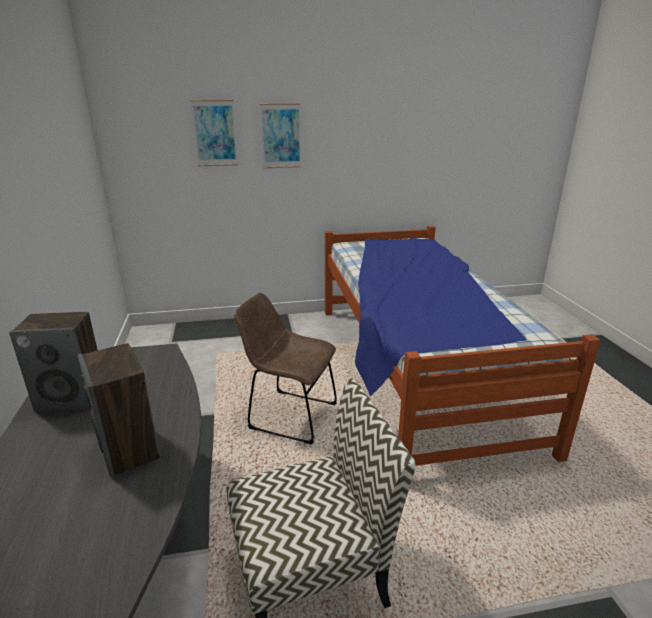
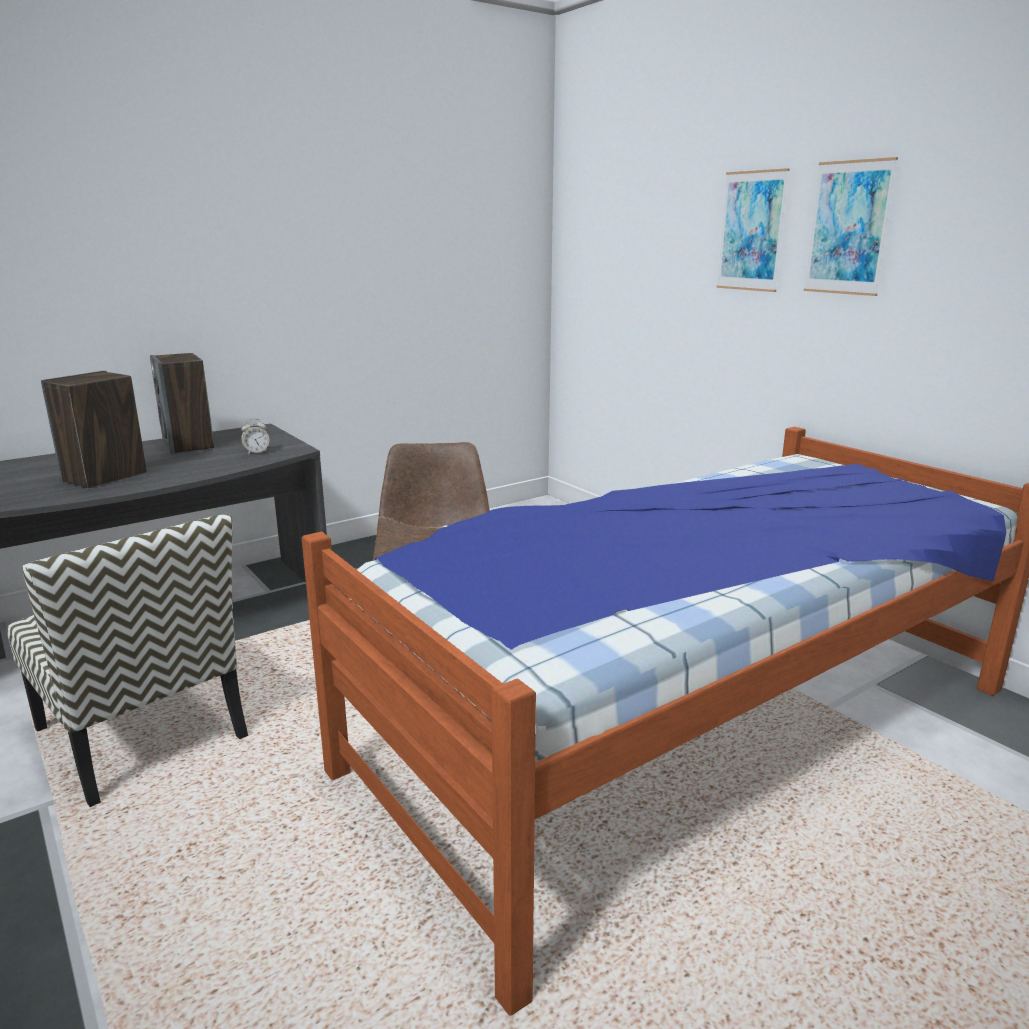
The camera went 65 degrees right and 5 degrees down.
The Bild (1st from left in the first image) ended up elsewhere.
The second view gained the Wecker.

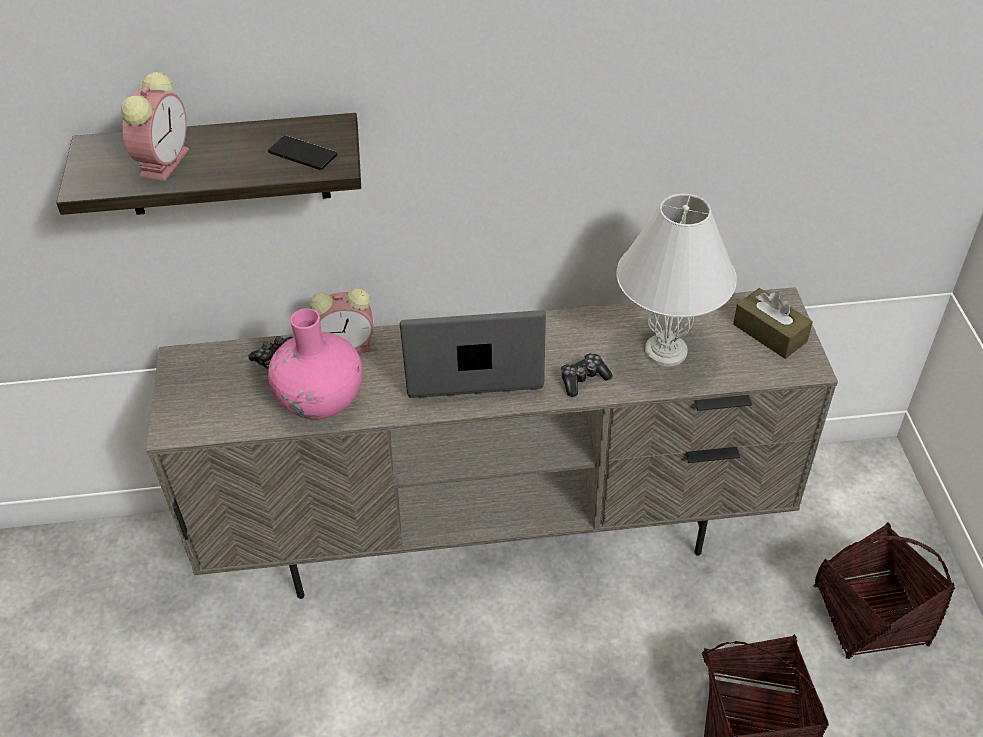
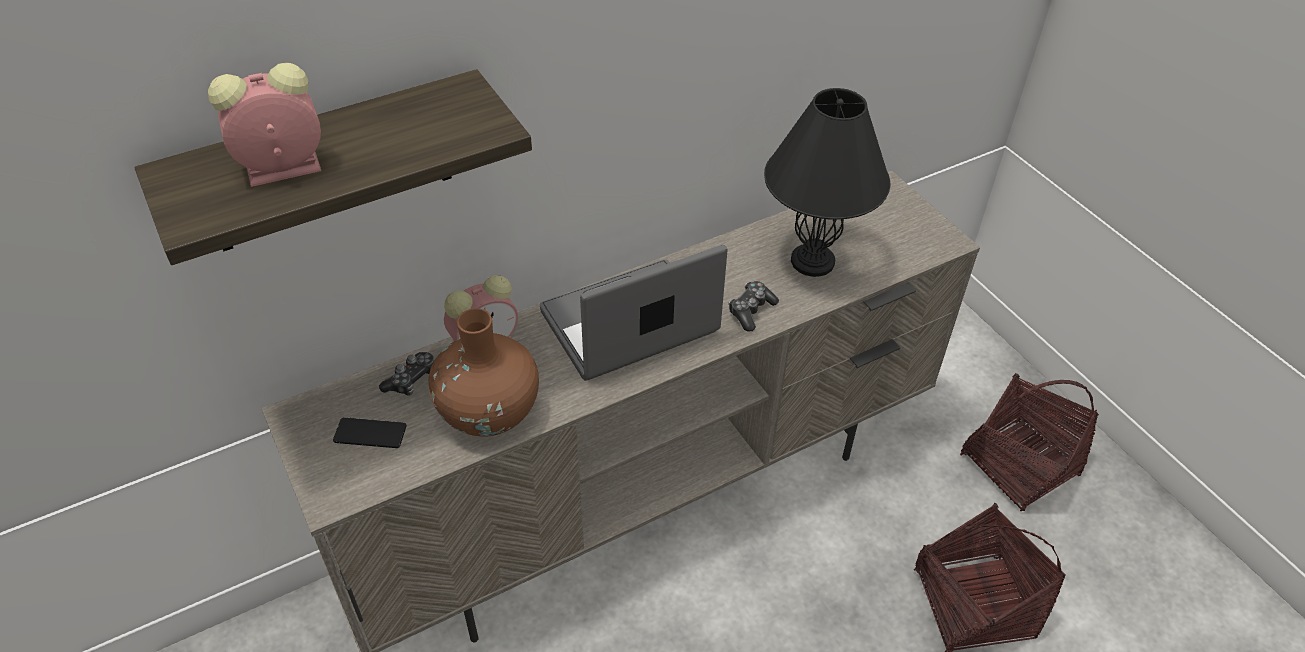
The camera went 25 degrees left and 0 degrees up.
The Wecker (1st from left) ended up facing another way, 105 degrees counterclockwise from before.
The Handy ended up elsewhere.
What was the Vase (rosa) turned into the Vase (braun).
What was the Tischlampe (weiß) turned into the Tischlampe (schwarz).
The second view lost the Taschentuchbox (braun).

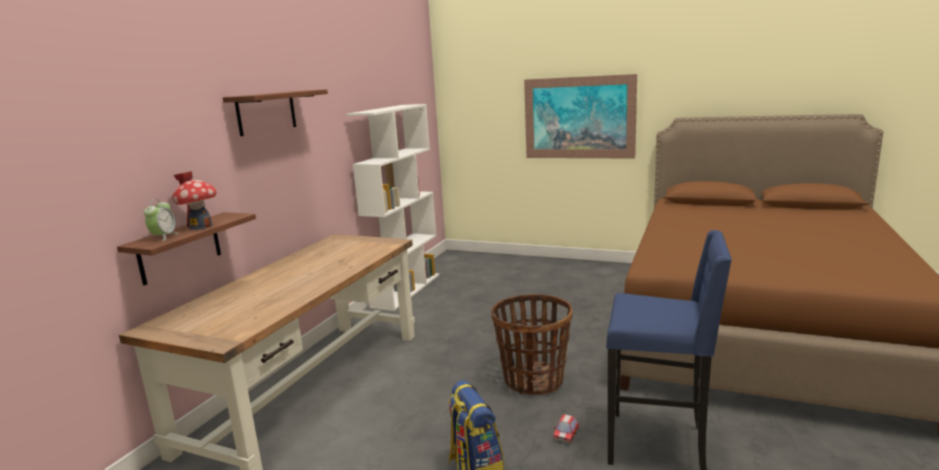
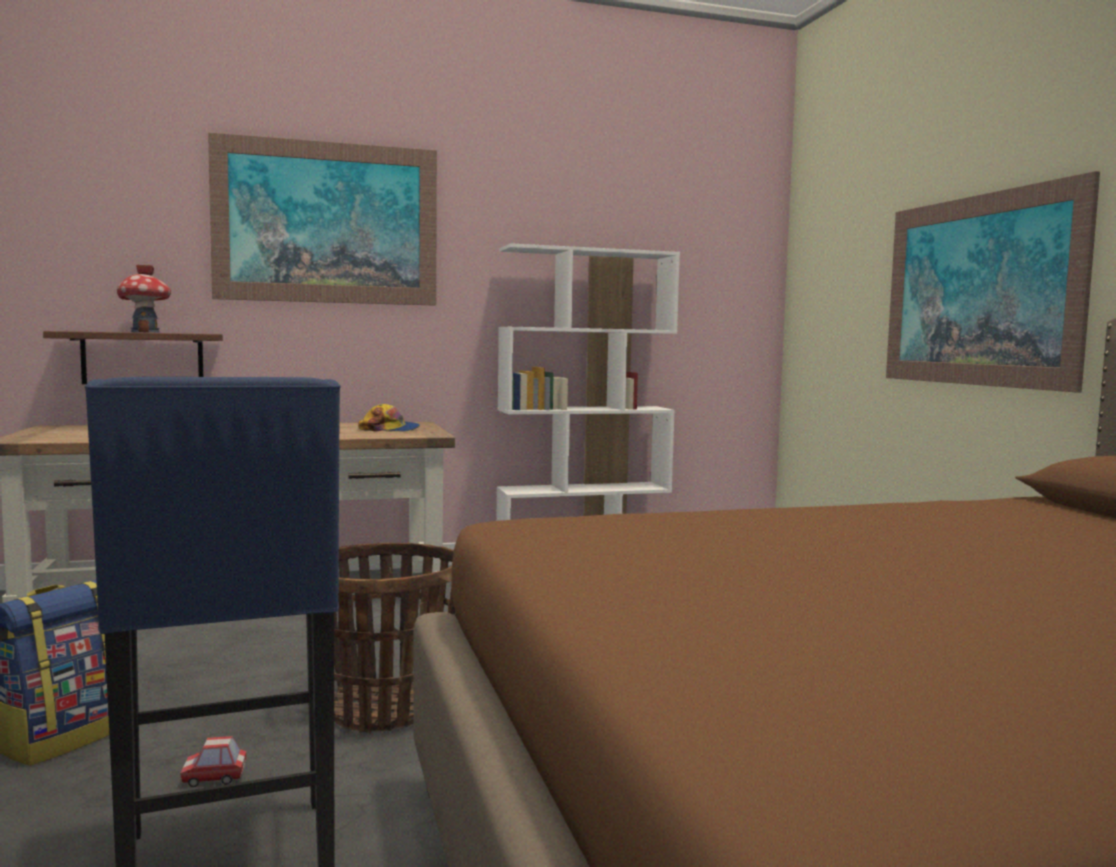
The camera went 50 degrees right and 10 degrees down.
The second view lost the Wecker.
Where the Wandregal (2nd from left) hung, the Bild (1st from left) came to hang.
The second view gained the Kappe.

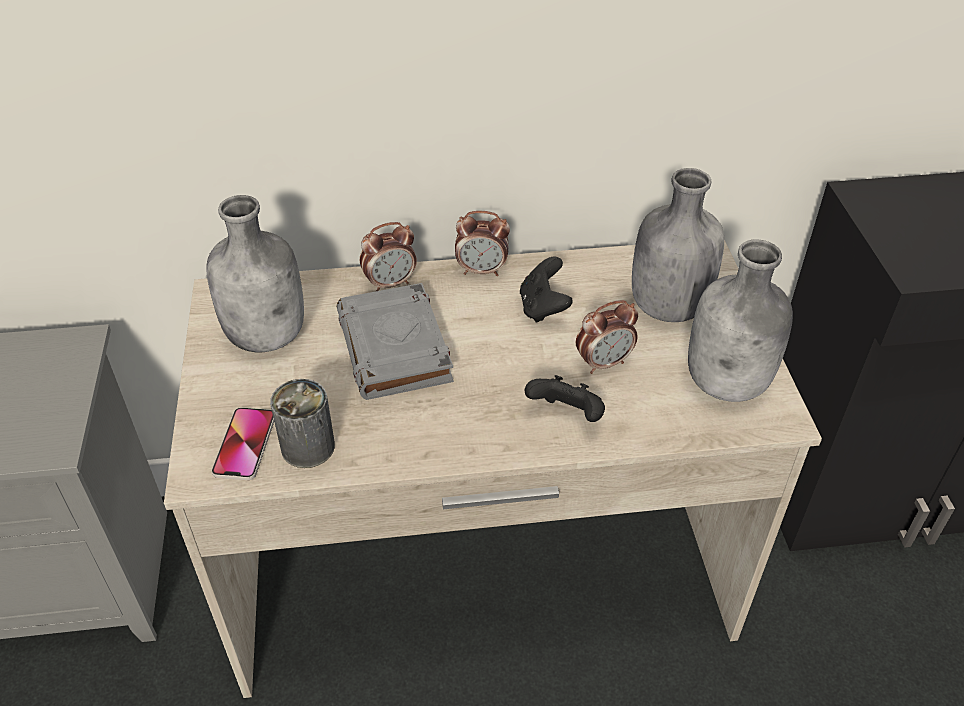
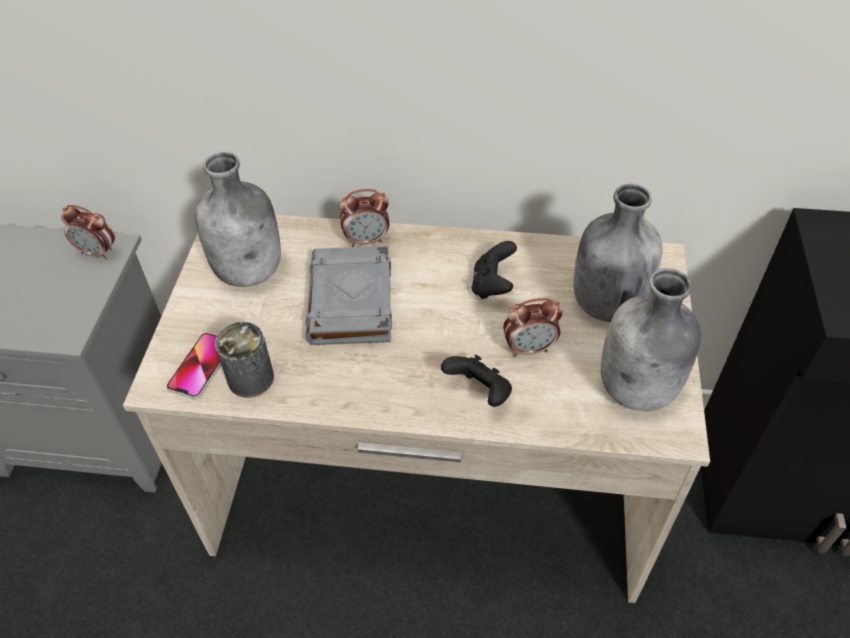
The camera went 15 degrees right and 5 degrees up.
The Wecker (2nd from left in the first image) ended up elsewhere.

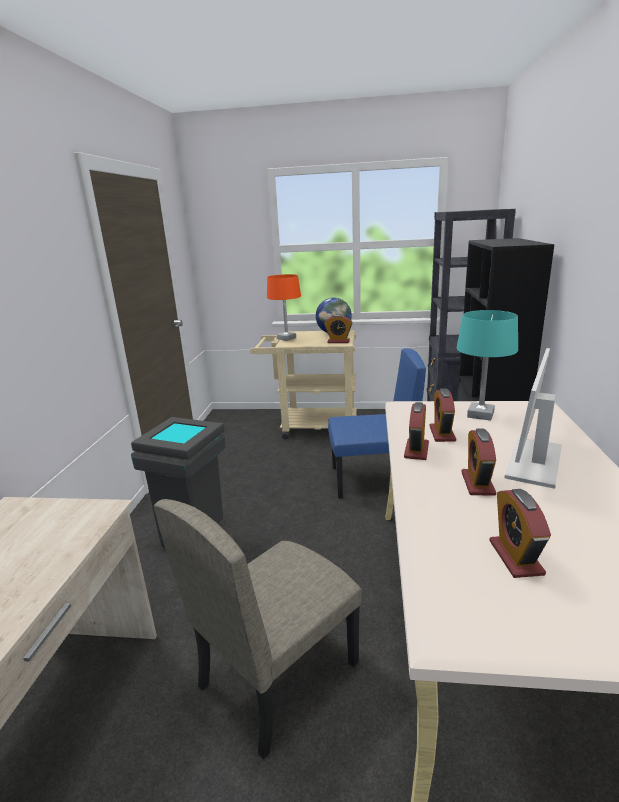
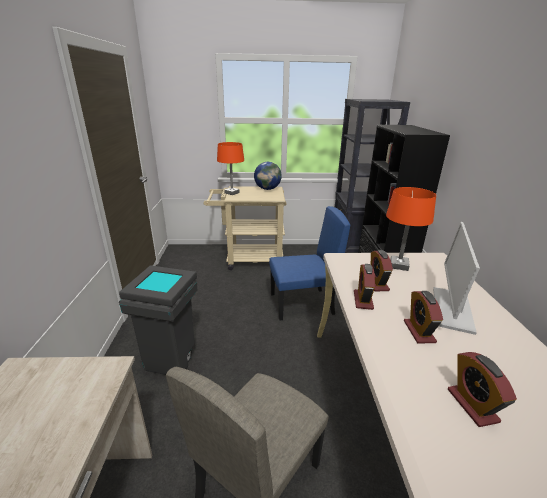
The camera went 10 degrees left and 5 degrees up.
The second view lost the Wecker (1st from left).
What was the Tischlampe (türkis) turned into the Tischlampe (orange) (2nd from left).

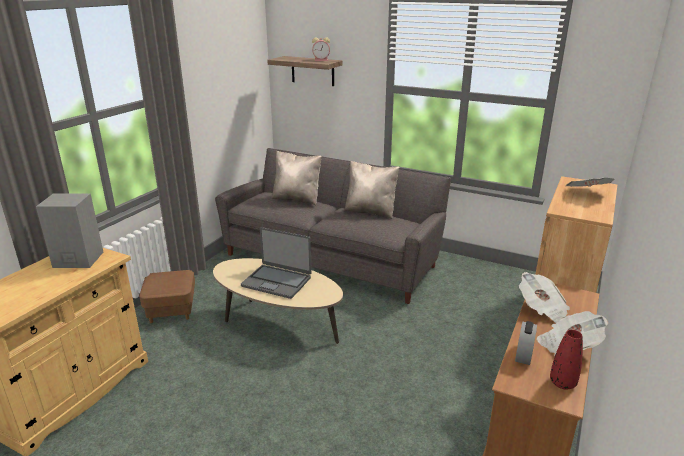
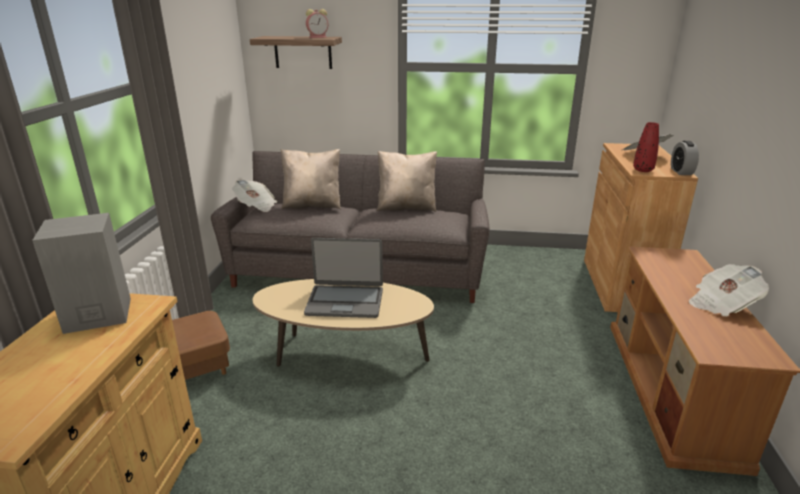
The camera went 20 degrees left and 0 degrees up.
The Wecker (2nd from left) ended up elsewhere.
The Zeitung (1st from left) ended up elsewhere.
The Vase (rot) ended up elsewhere.

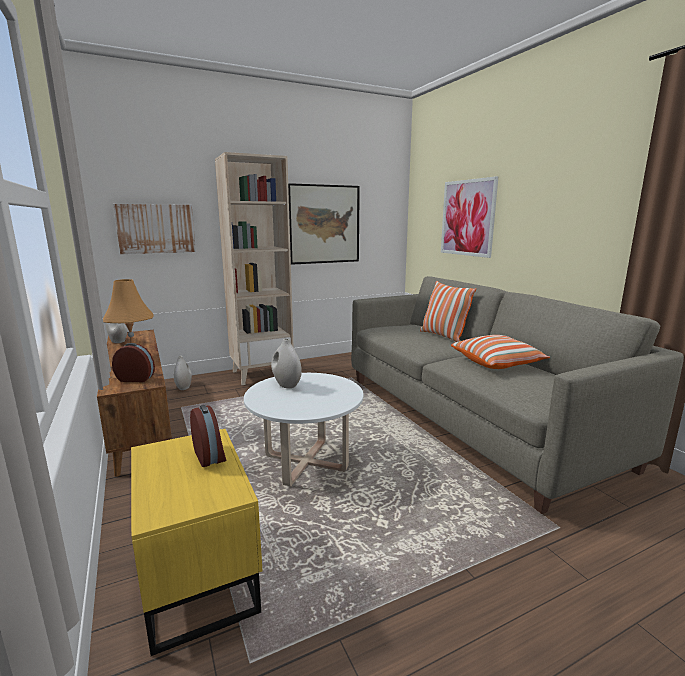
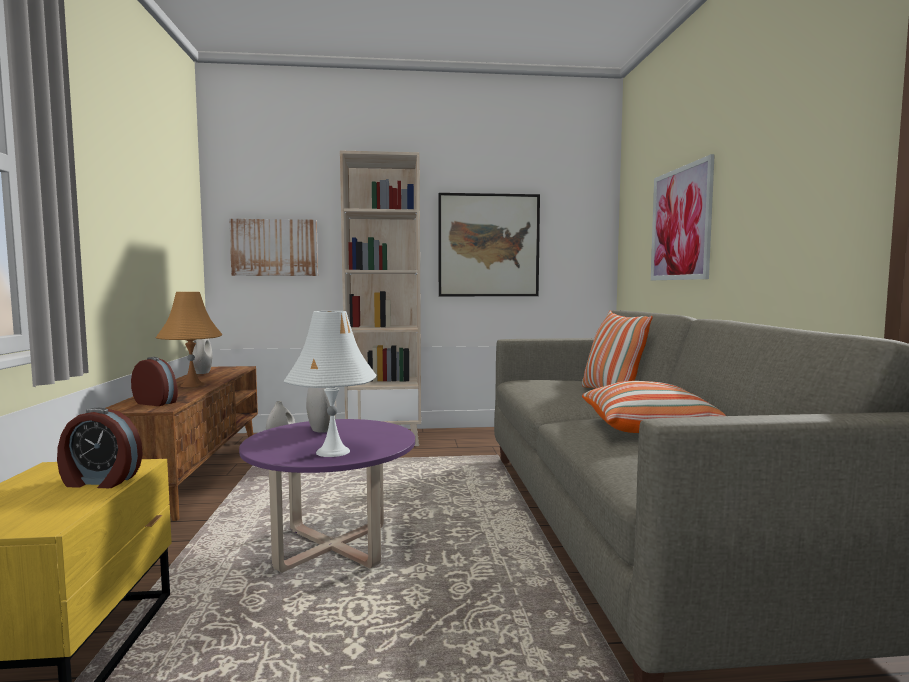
The camera went 20 degrees right and 10 degrees down.
The Wecker (2nd from left in the first image) ended up facing another way, 105 degrees clockwise from before.
What was the Couchtisch (weiß) turned into the Couchtisch (lila).
The second view gained the Tischlampe (weiß).

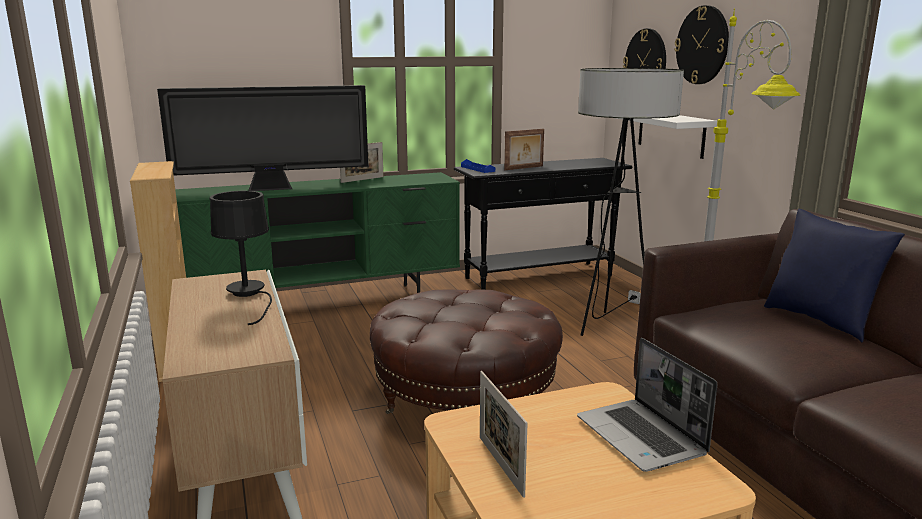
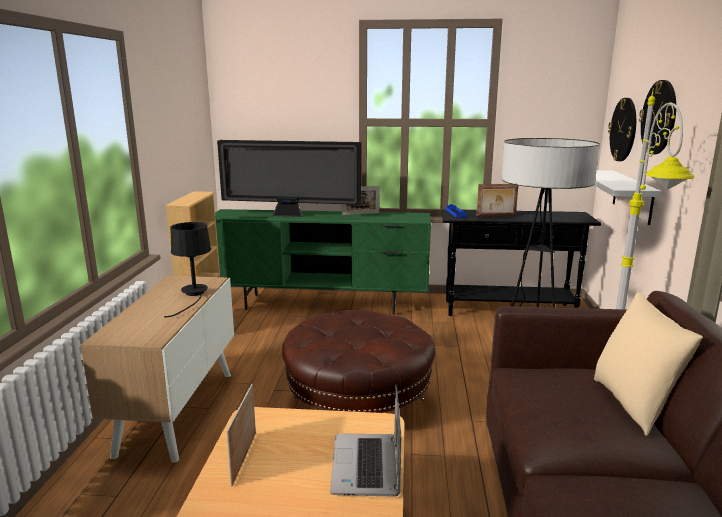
The camera went 25 degrees right and 0 degrees up.
What was the Kissen (blau) turned into the Kissen (beige).

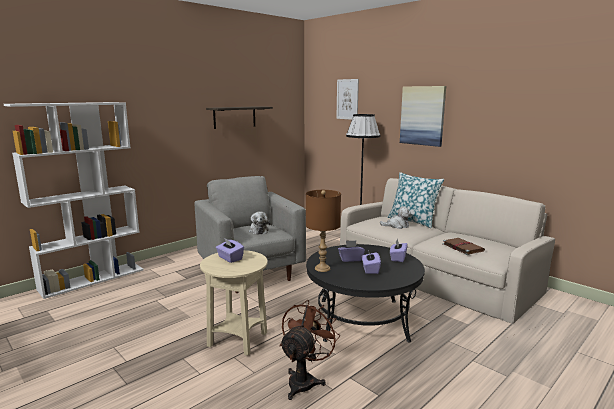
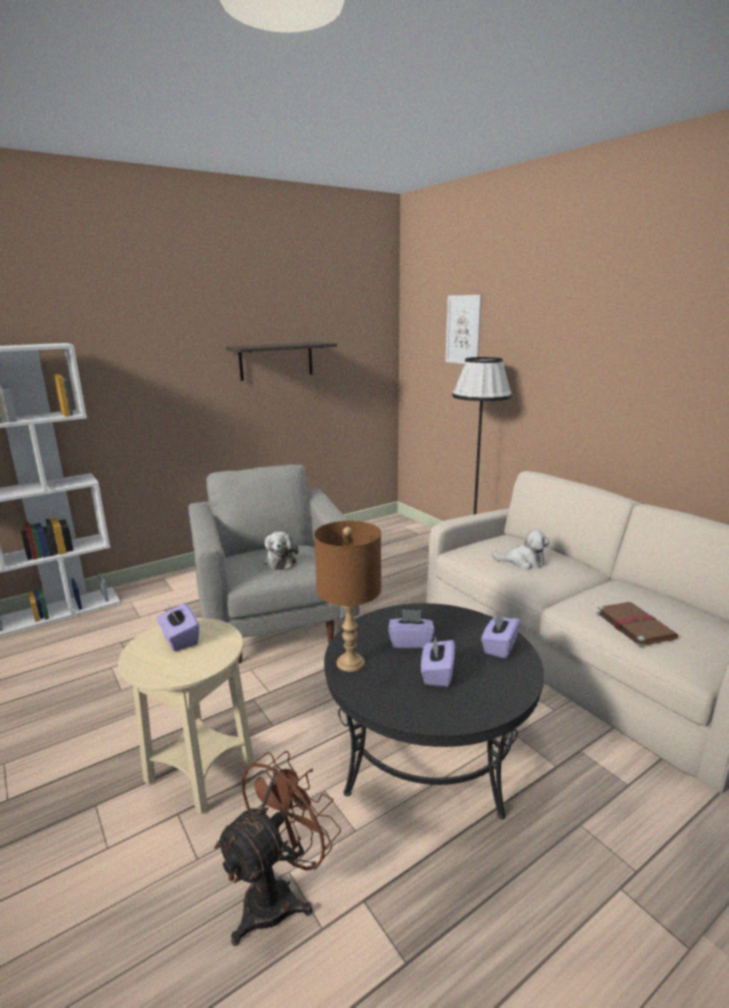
The camera went 10 degrees right and 5 degrees up.
The second view lost the Kissen.
The second view lost the Bild (2nd from left).

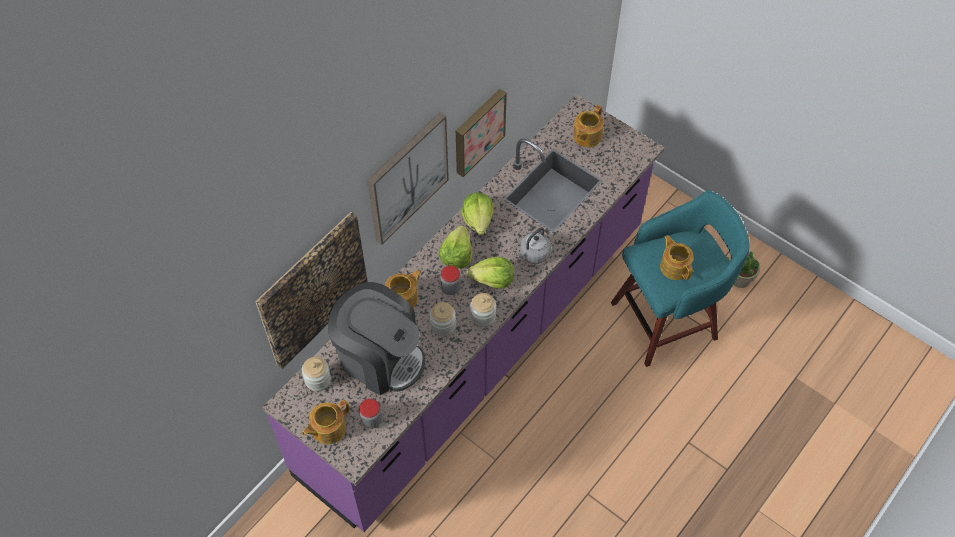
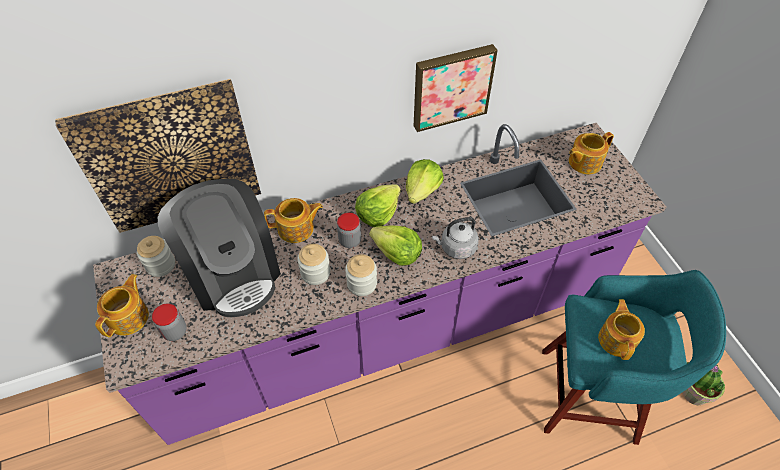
The camera went 30 degrees right and 5 degrees down.
The Teekanne (1st from left) ended up facing another way, 120 degrees clockwise from before.
The second view lost the Bild (2nd from left).

